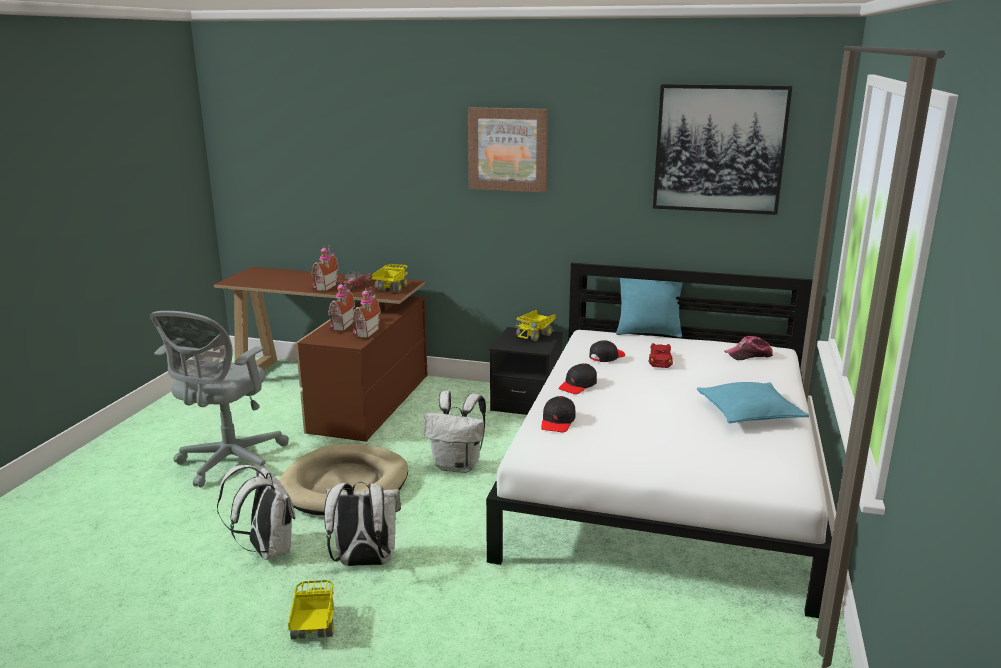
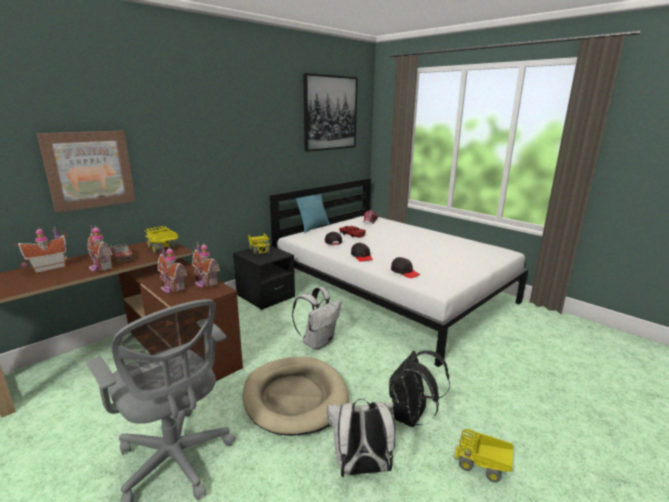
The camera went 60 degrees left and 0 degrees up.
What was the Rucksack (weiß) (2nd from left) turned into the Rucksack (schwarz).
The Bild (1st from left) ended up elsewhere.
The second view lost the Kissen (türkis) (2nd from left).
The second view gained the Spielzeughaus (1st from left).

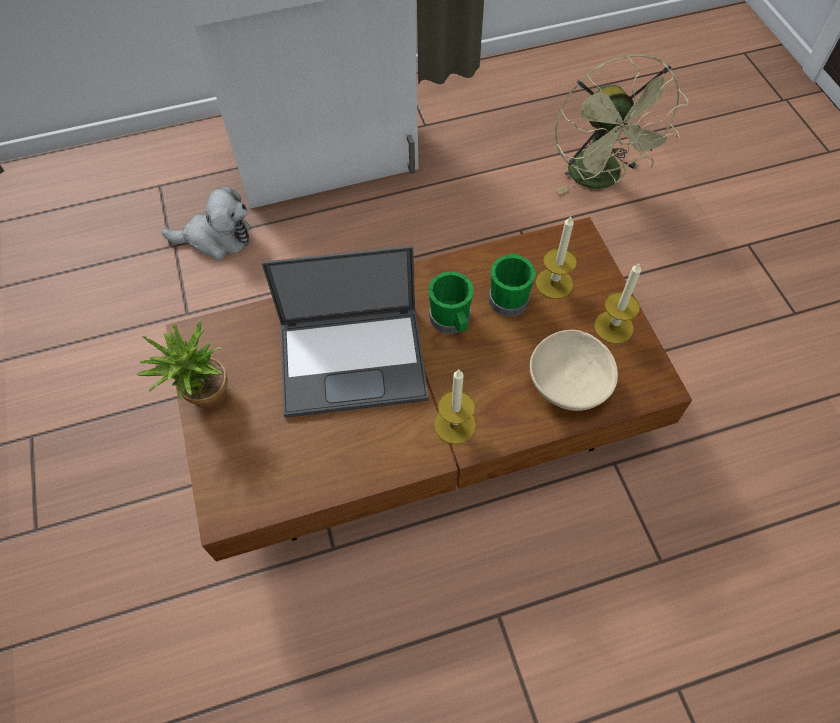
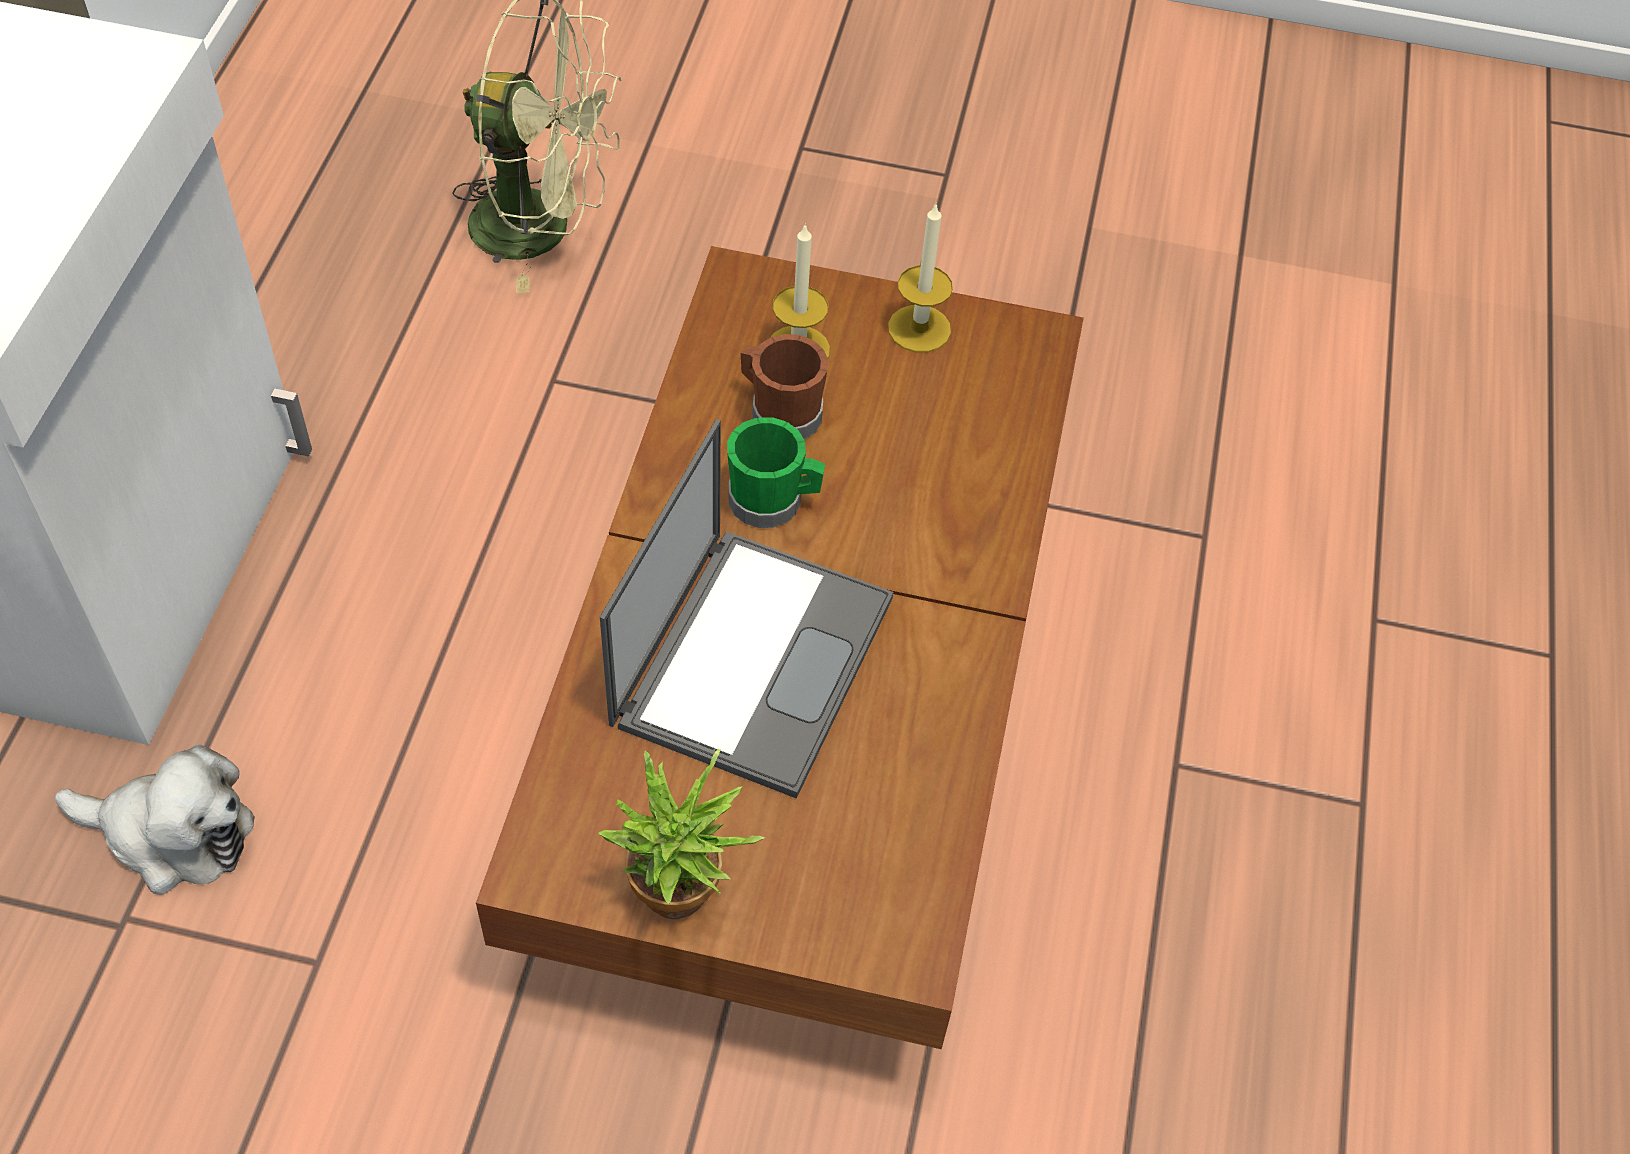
The camera went 65 degrees left and 5 degrees down.
The Plüschtier ended up facing another way, 75 degrees clockwise from before.
The second view lost the Kerze (1st from left).
What was the Henkelbecher (grün) (2nd from left) turned into the Henkelbecher (braun).
The second view lost the Schüssel (beige).

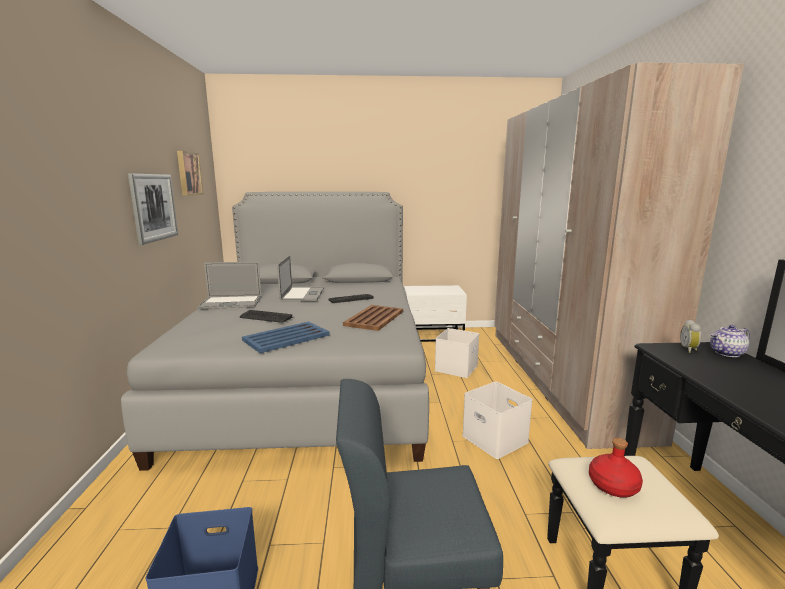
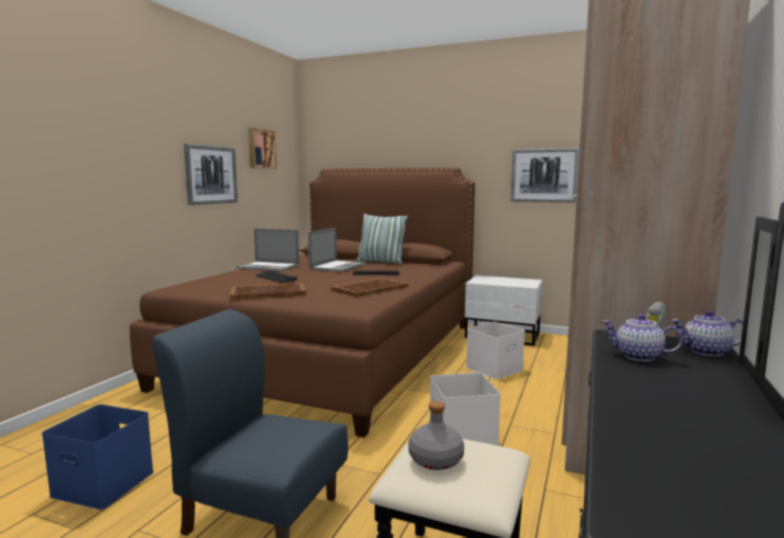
The camera went 25 degrees right and 5 degrees down.
What was the Bett (grau) turned into the Bett (braun).
What was the Tablett (blau) turned into the Tablett (braun) (1st from left).
What was the Flasche (rot) turned into the Flasche (grau).
The second view gained the Kissen.
The second view gained the Bild (3rd from left).
The second view gained the Teekanne (1st from left).

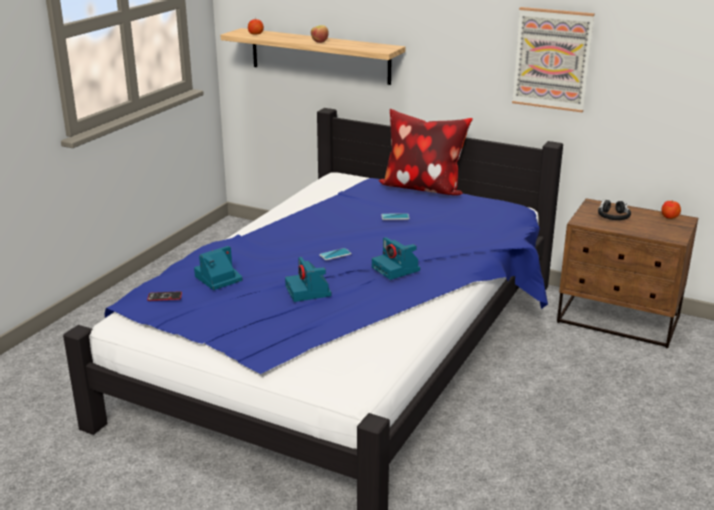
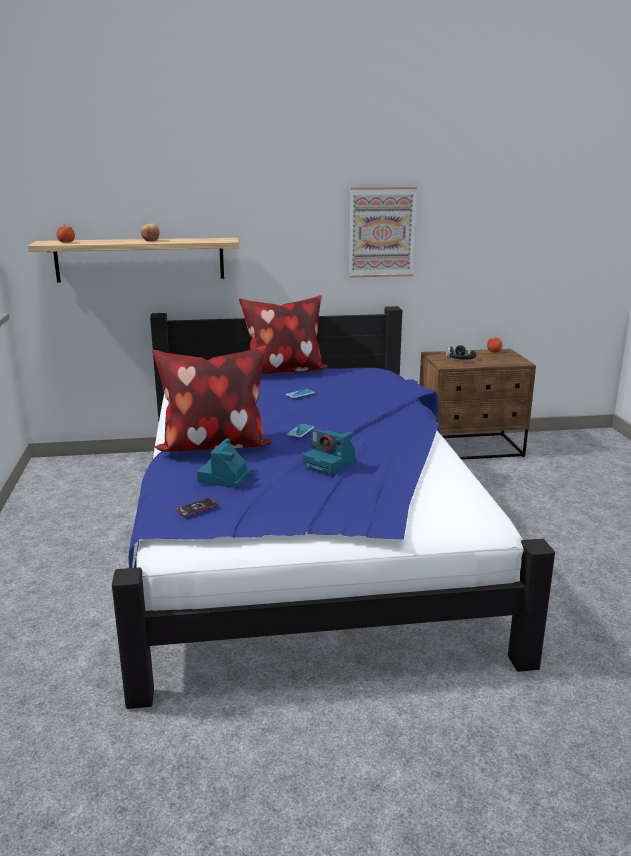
The camera went 35 degrees left and 5 degrees down.
The second view lost the Kamera (3rd from left).
The second view gained the Kissen (1st from left).

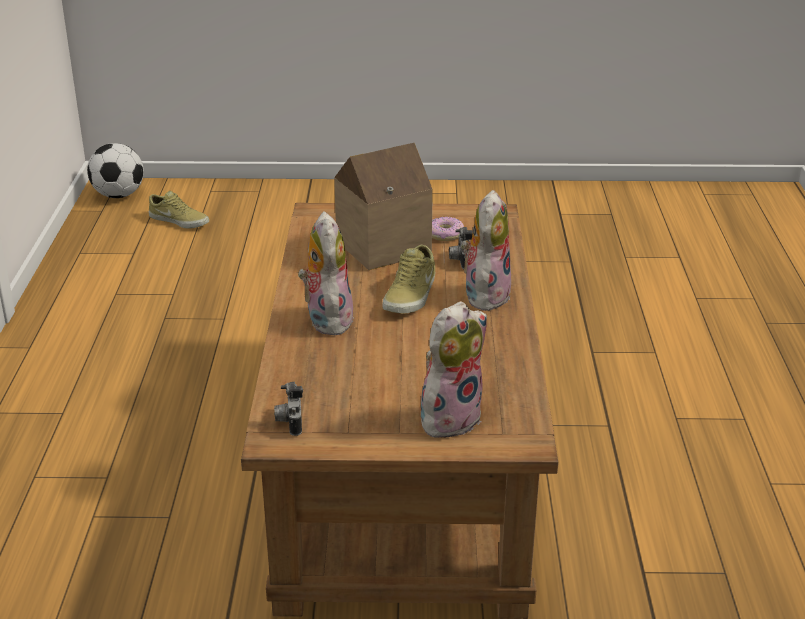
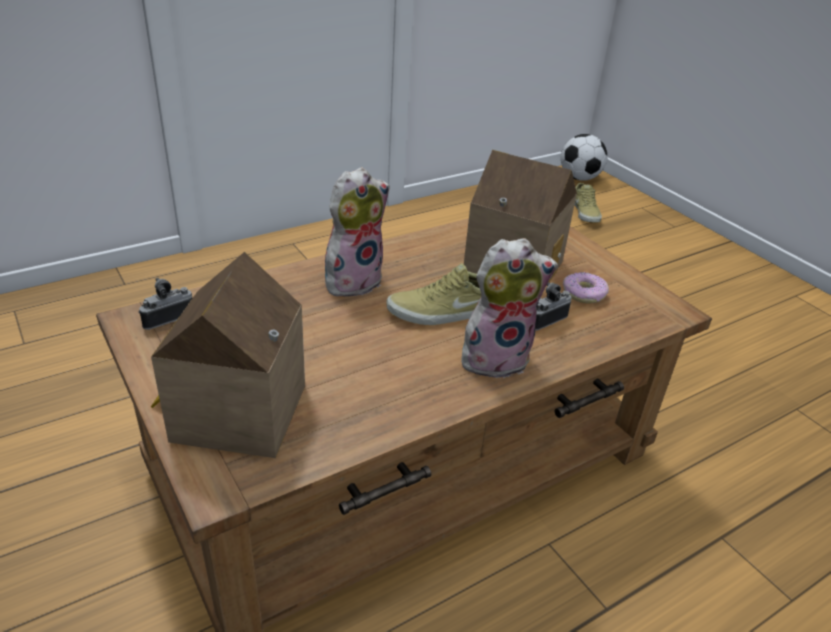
The camera went 55 degrees right and 5 degrees up.
Where the Plüschtier (2nd from left) stood, the Spielzeughaus (1st from left) came to stand.

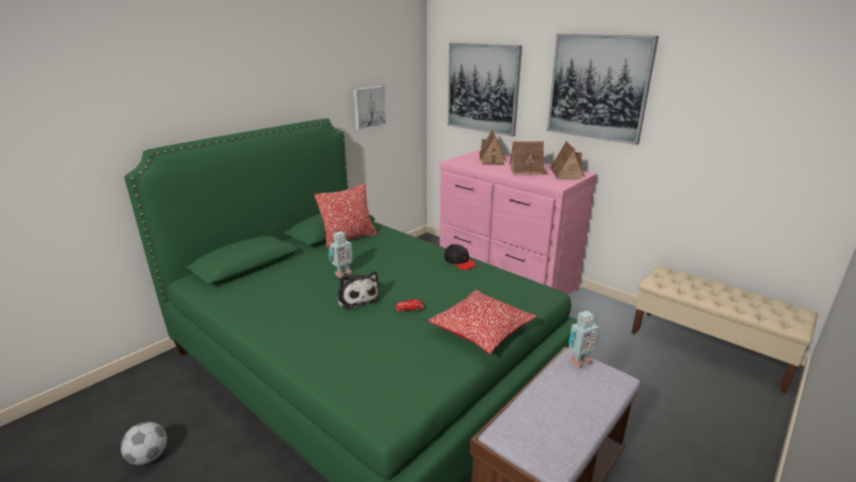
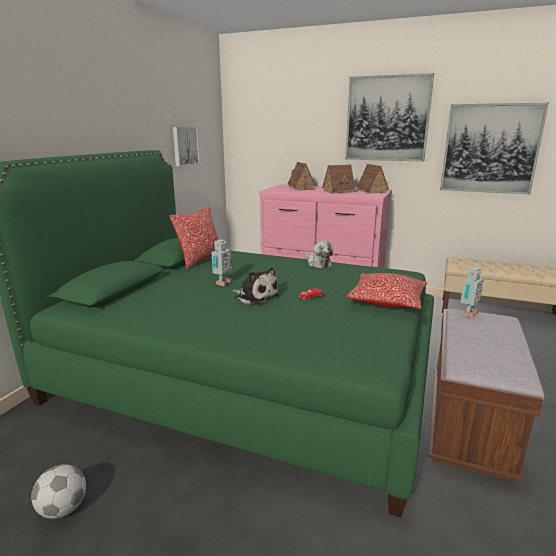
The camera went 20 degrees left and 5 degrees down.
Where the Kappe (schwarz) stood, the Plüschtier (2nd from left) came to stand.
The Bild (2nd from left in the first image) ended up elsewhere.

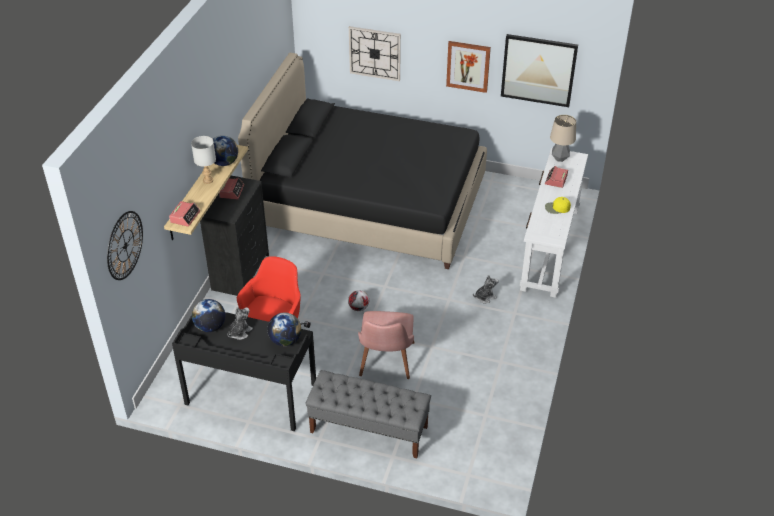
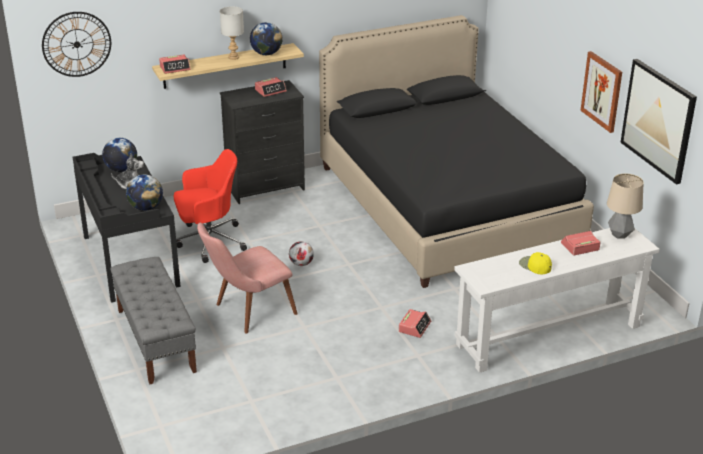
The camera went 50 degrees right and 10 degrees down.
The second view lost the Wanduhr (2nd from left).
Where the Plüschtier (2nd from left) stood, the Wecker (3rd from left) came to stand.

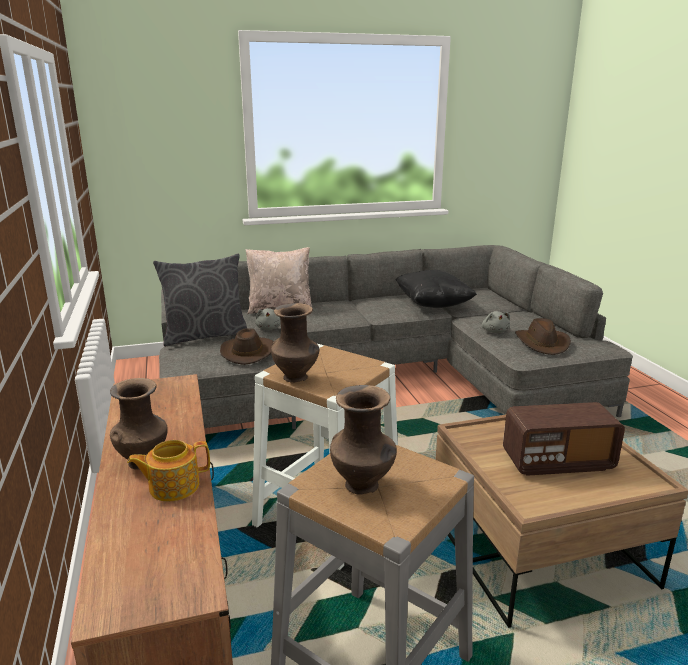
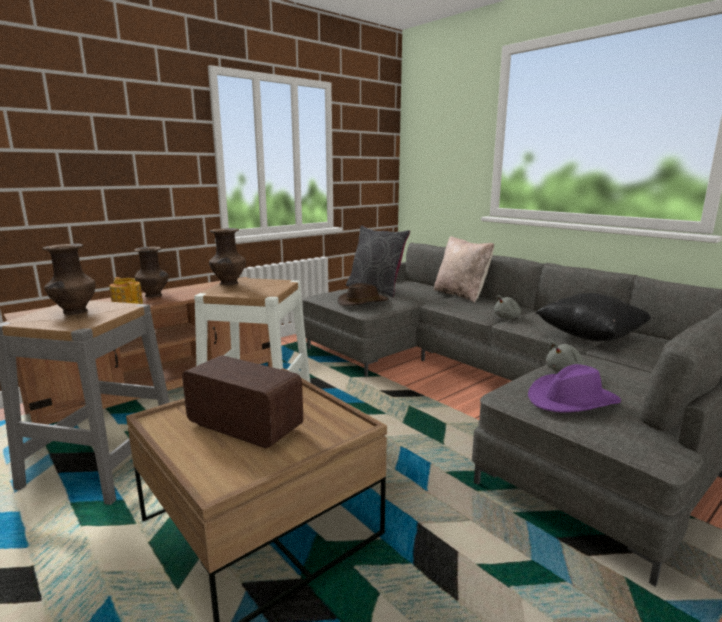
The camera went 65 degrees right and 5 degrees down.
The Plüschtier (grau) (1st from left) ended up elsewhere.
The Radio ended up facing another way, 150 degrees clockwise from before.
What was the Hut (braun) (2nd from left) turned into the Hut (lila).

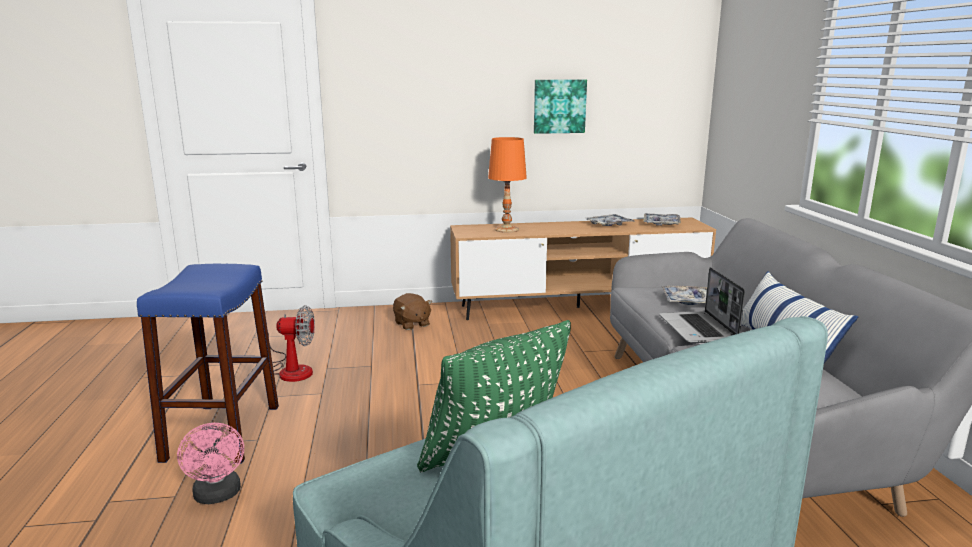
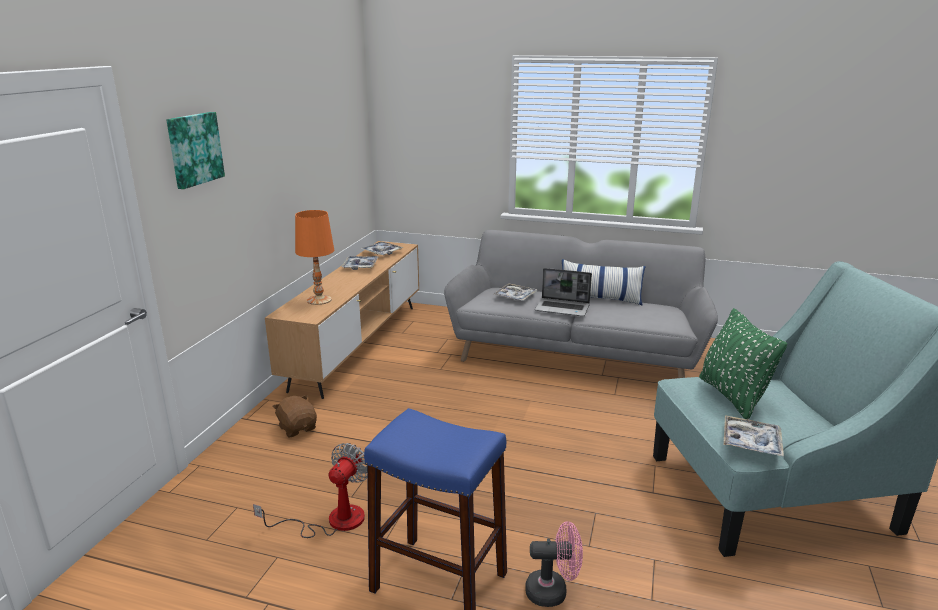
The camera went 65 degrees left and 5 degrees up.
The Plüschtier (braun) ended up facing another way, 120 degrees counterclockwise from before.
The Bild ended up elsewhere.
The second view gained the Tablett (4th from left).

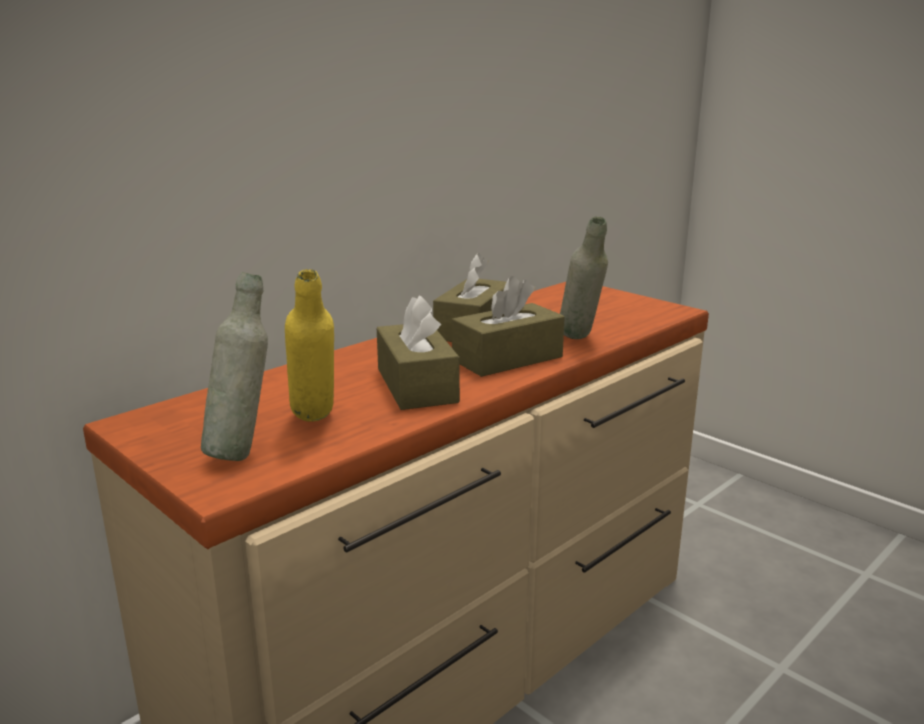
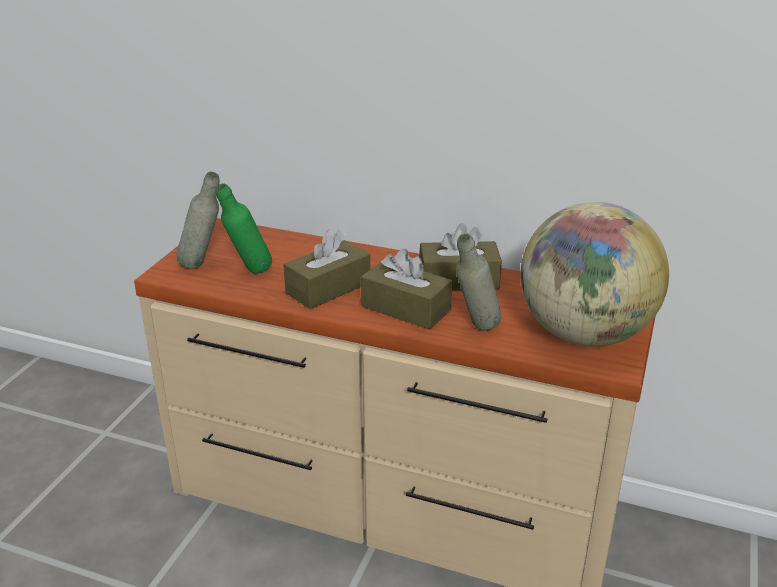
The camera went 65 degrees right and 10 degrees up.
What was the Flasche (gelb) turned into the Flasche (grün).
The second view gained the Globus.

